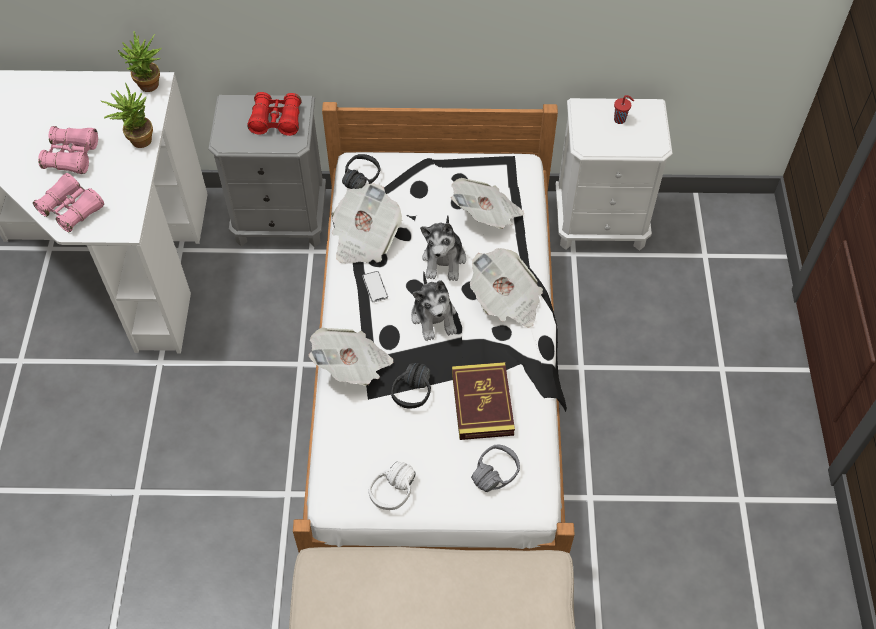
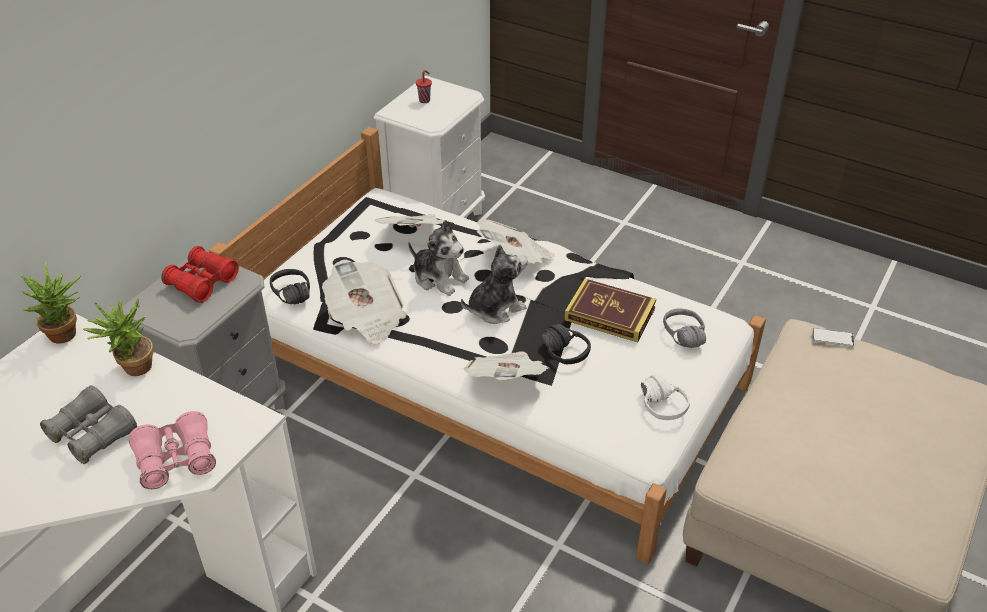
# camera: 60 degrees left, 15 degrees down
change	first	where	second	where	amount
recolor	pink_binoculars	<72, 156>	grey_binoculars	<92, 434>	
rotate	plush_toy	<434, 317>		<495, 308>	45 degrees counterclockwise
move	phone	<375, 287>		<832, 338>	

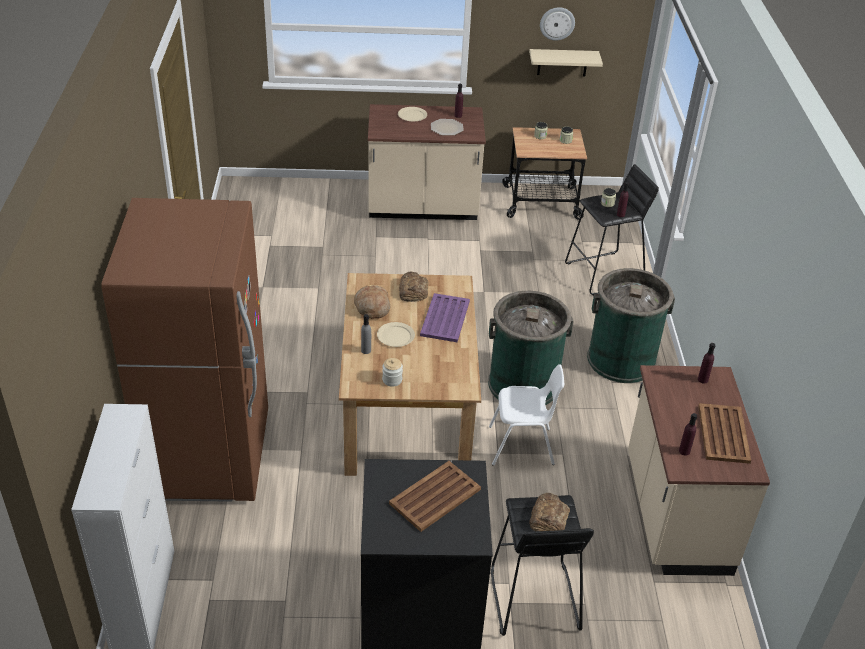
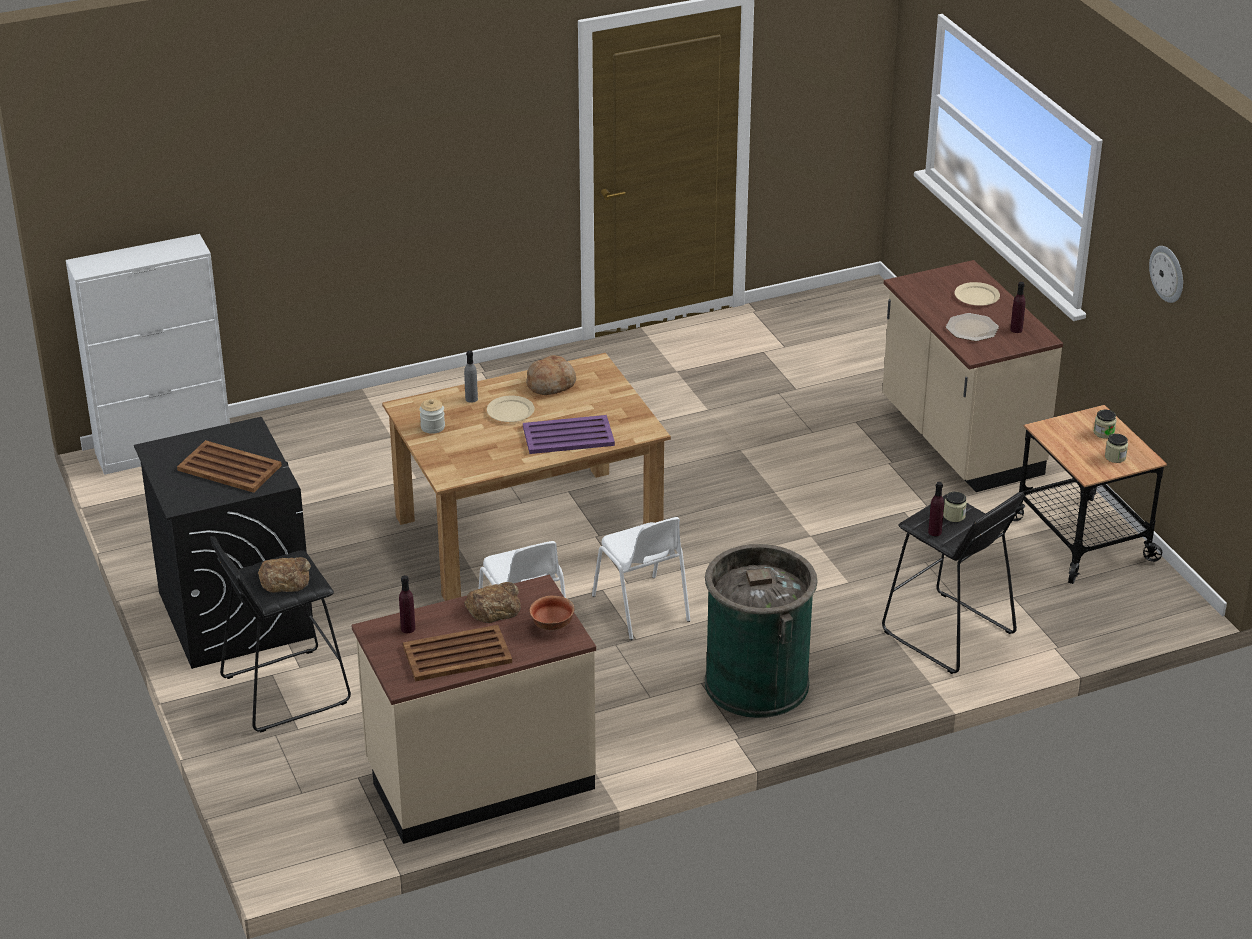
# camera: 70 degrees right, 5 degrees down
change	first	where	second	where	amount
move	bread	<413, 290>		<494, 607>	
replace	purple_bottle	<702, 379>	bowl	<552, 626>	
replace	green_trash_can	<523, 384>	white_chair	<641, 609>	
delete	brown_fridge	<209, 456>			
delete	beige_shelf	<562, 62>			

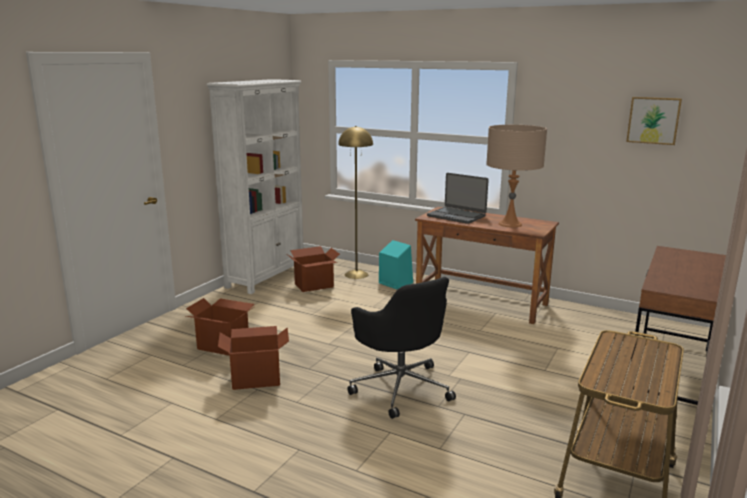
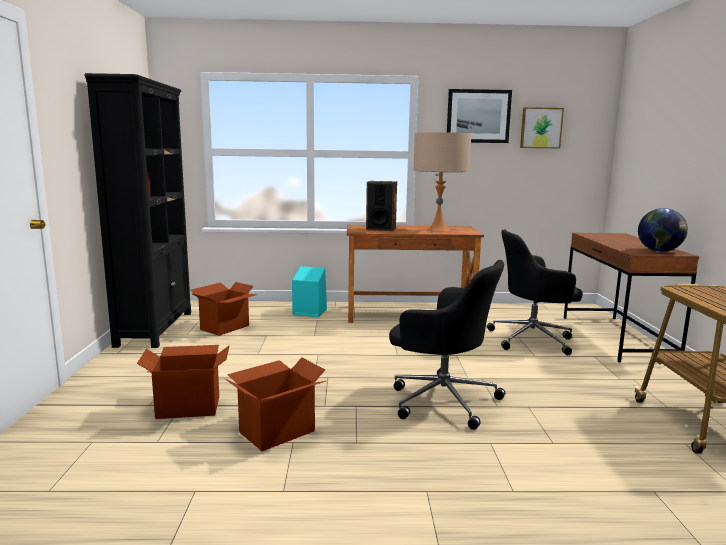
# camera: 30 degrees left, 5 degrees down
change	first	where	second	where	amount
recolor	white_bookcase	<266, 277>	black_bookcase	<155, 328>	
replace	laptop	<456, 216>	speaker	<381, 229>	
insert			picture	<478, 116>	
insert			black_office_chair	<533, 339>	
insert			globe	<659, 251>	
delete	yellow_floor_lamp	<356, 274>			

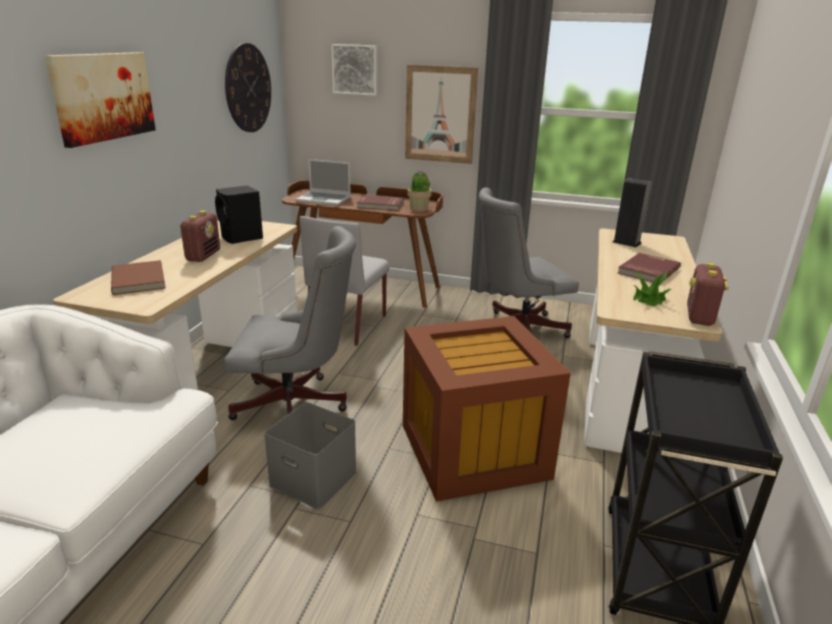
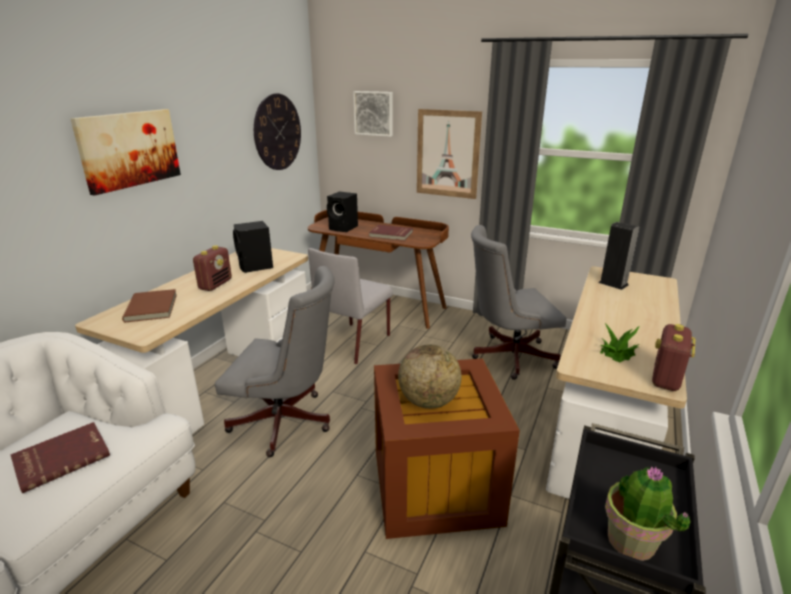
# camera: 10 degrees right, 0 degrees up
change	first	where	second	where	amount
move	red_book	<647, 270>		<61, 457>	
replace	laptop	<325, 200>	black_speaker	<344, 228>	
insert			globe	<428, 402>	
move	potted_plant	<419, 209>		<631, 542>	
delete	grey_storage_box	<311, 479>			

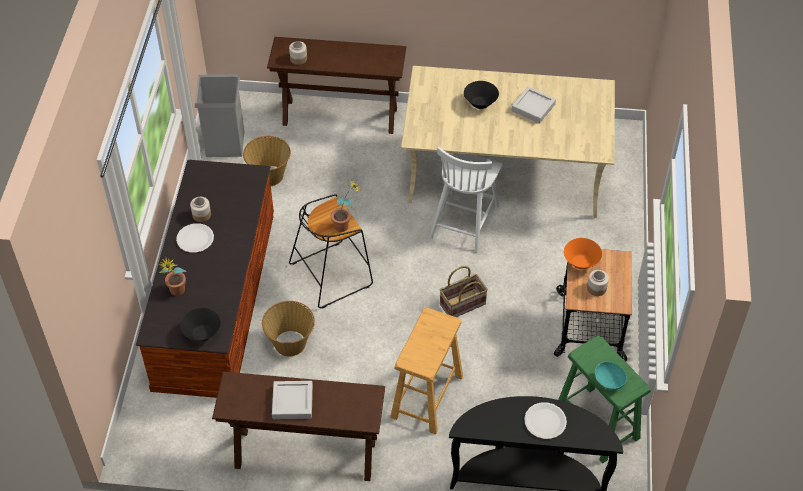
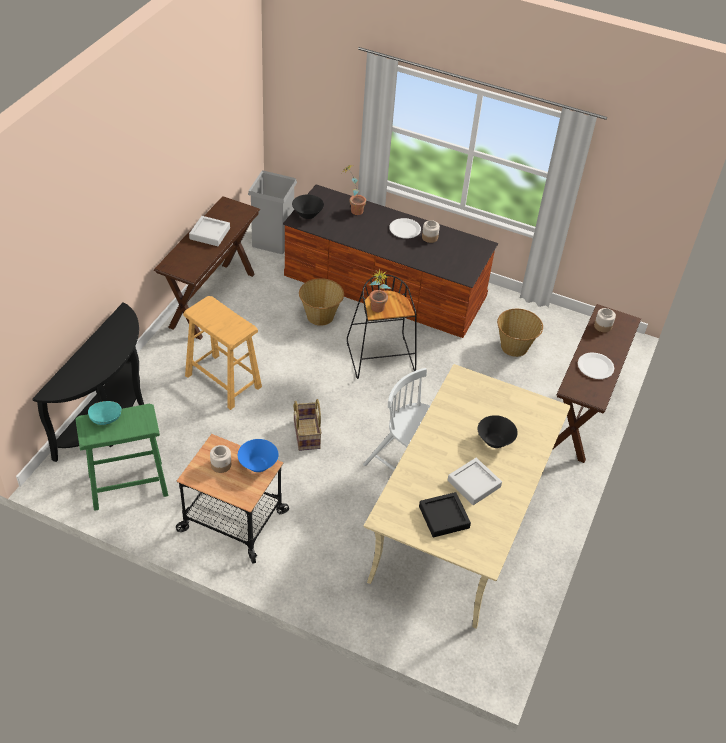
# camera: 105 degrees right, 5 degrees down
change	first	where	second	where	amount
recolor	orange_bowl	<581, 262>	blue_bowl	<258, 465>	
move	grey_trash_can	<224, 143>		<273, 240>	
insert			black_tray	<444, 517>	
move	white_plate	<545, 421>		<595, 367>	

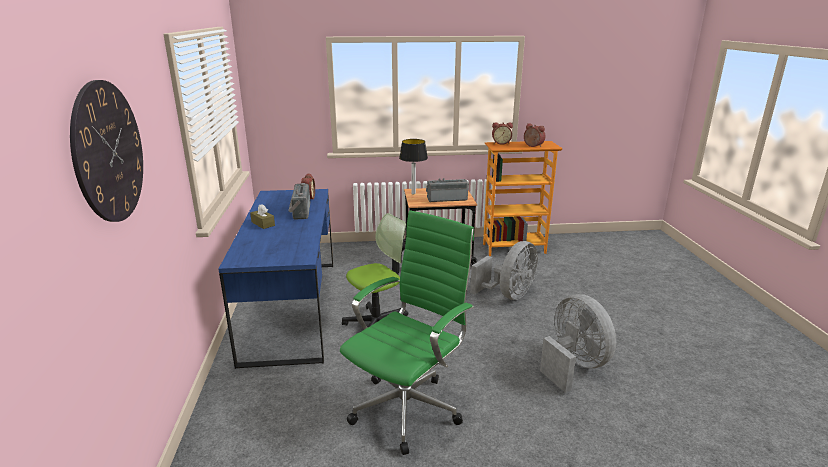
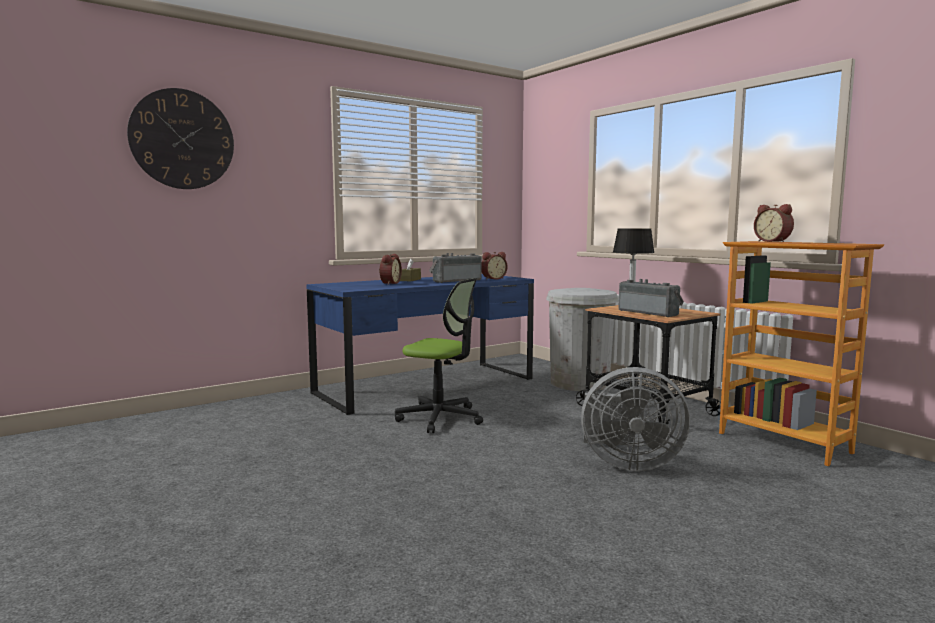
# camera: 60 degrees right, 15 degrees down
change	first	where	second	where	amount
move	alarm_clock	<532, 146>		<389, 283>	
insert			white_trash_can	<579, 383>	
delete	green_office_chair	<409, 407>			
delete	grey_fan	<573, 365>			

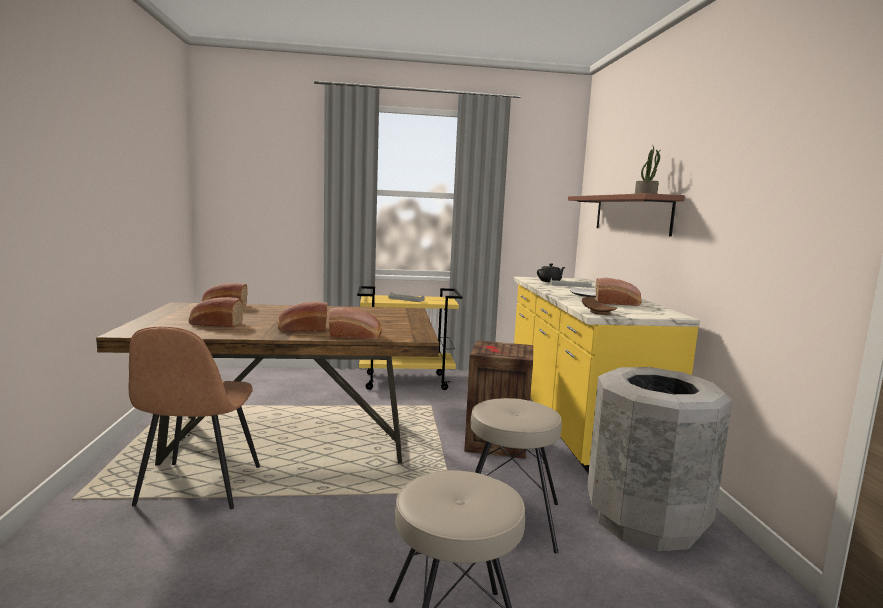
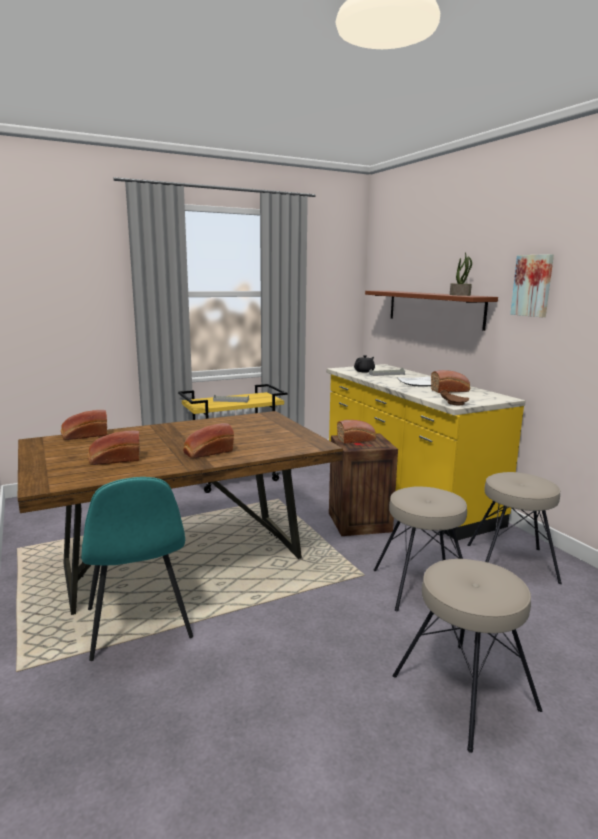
# camera: 20 degrees left, 5 degrees up
change	first	where	second	where	amount
recolor	brown_chair	<198, 487>	turquoise_chair	<138, 625>	
move	bread	<356, 336>		<357, 440>	
replace	grey_trash_can	<645, 520>	beige_stool	<511, 563>	
insert			picture	<533, 285>	

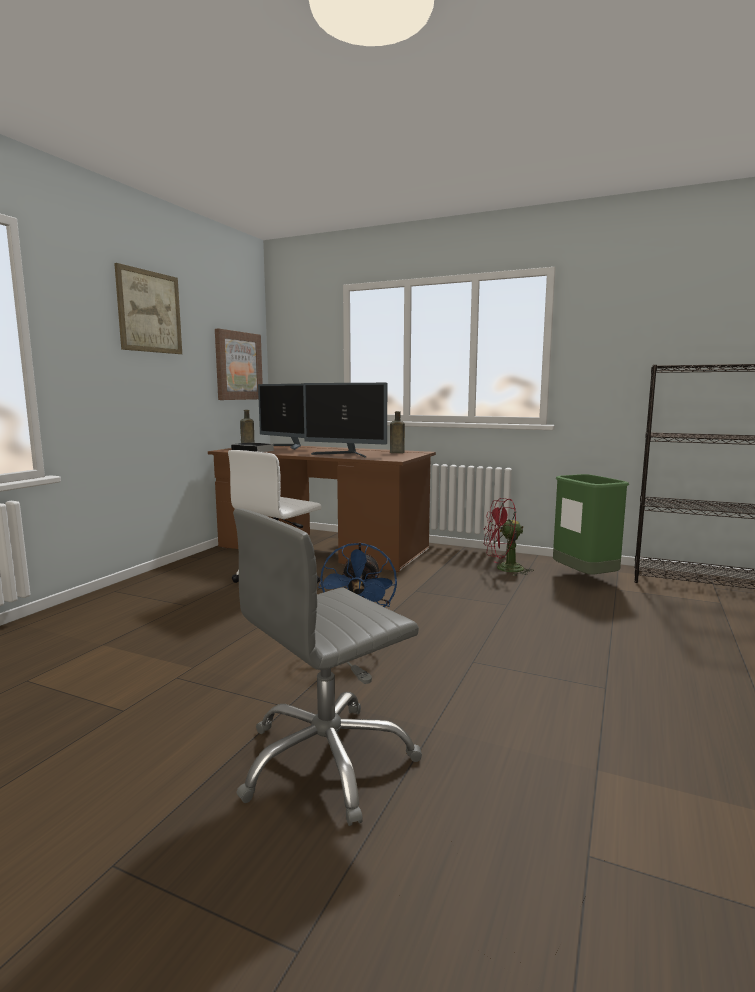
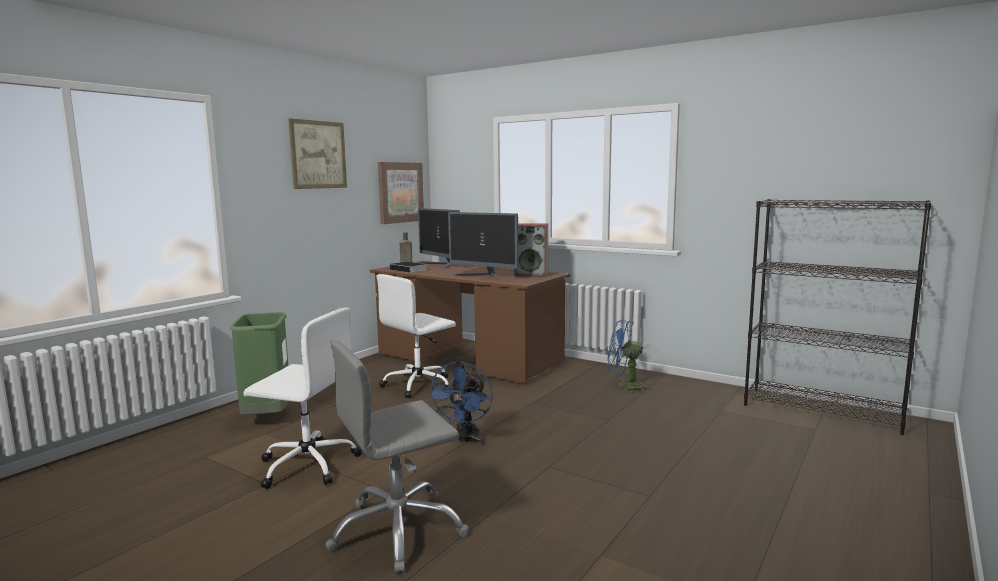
# camera: 10 degrees right, 0 degrees up
change	first	where	second	where	amount
move	green_trash_can	<584, 579>		<267, 417>	
insert			white_office_chair	<307, 464>	
replace	brown_bottle	<396, 452>	speaker	<532, 274>	
recolor	red_fan	<504, 569>	blue_fan	<625, 386>	

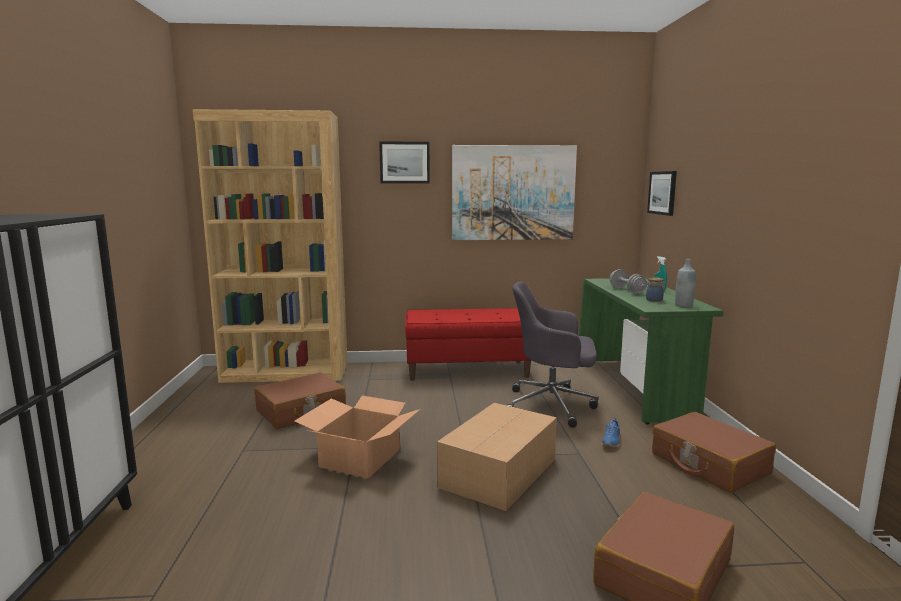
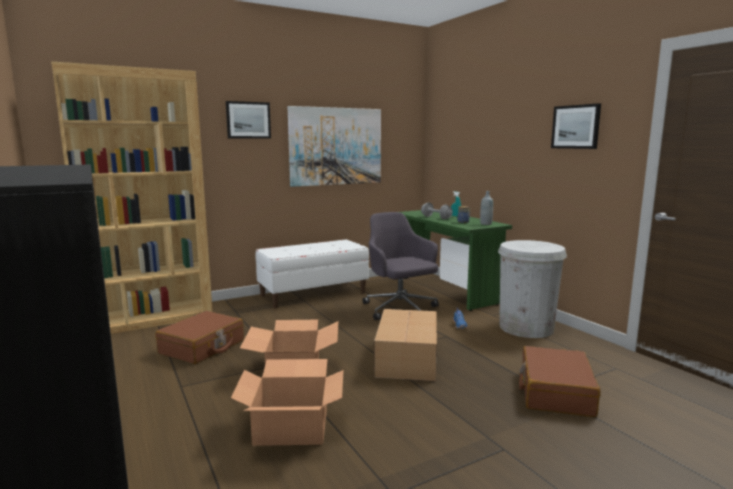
# camera: 25 degrees left, 0 degrees up
change	first	where	second	where	amount
insert			cardboard_box	<291, 426>	
recolor	red_bench	<467, 370>	white_bench	<313, 294>	
rotate	grey_office_chair	<552, 405>		<400, 309>	75 degrees clockwise
replace	brown_suitcase	<709, 464>	white_trash_can	<526, 327>	
move	picture	<662, 193>		<575, 127>	

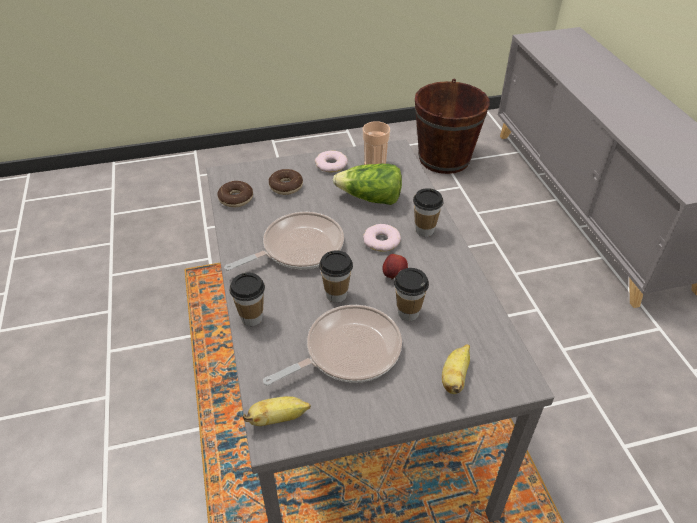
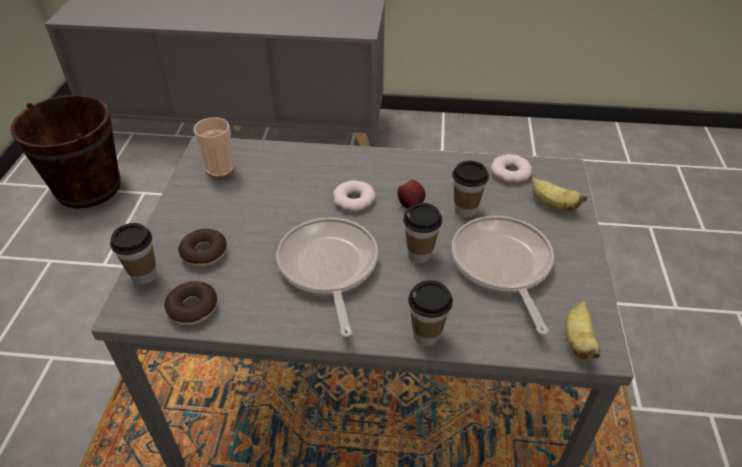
# camera: 70 degrees left, 0 degrees up
change	first	where	second	where	amount
move	cup	<424, 230>		<144, 275>	
move	donut	<331, 165>		<510, 172>	
delete	lettuce	<370, 198>			

